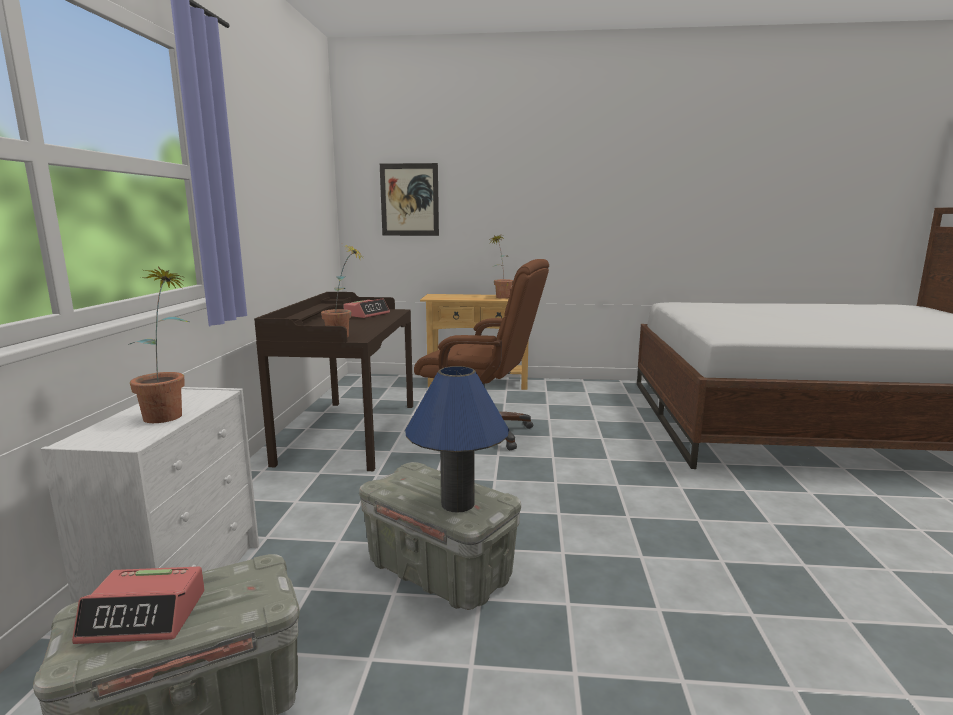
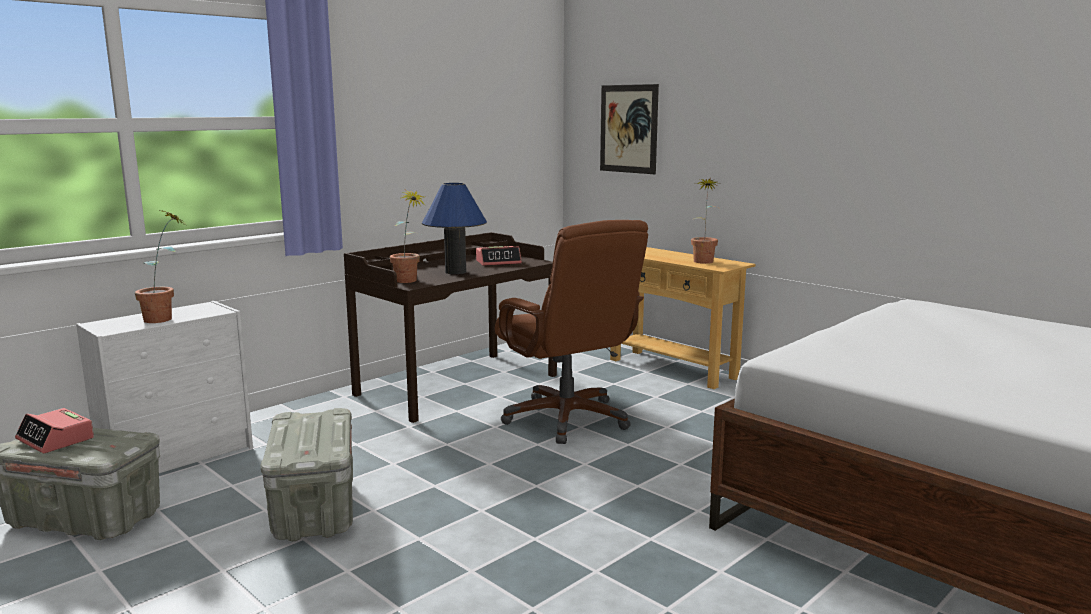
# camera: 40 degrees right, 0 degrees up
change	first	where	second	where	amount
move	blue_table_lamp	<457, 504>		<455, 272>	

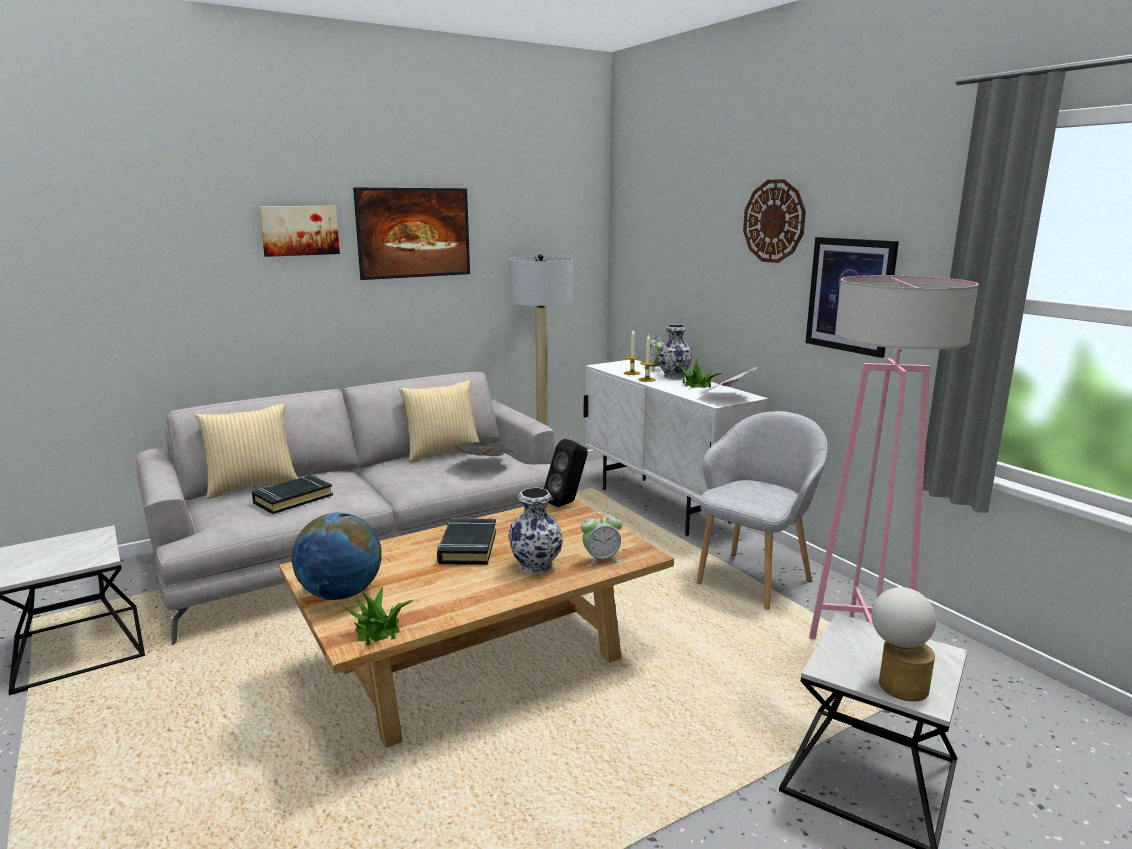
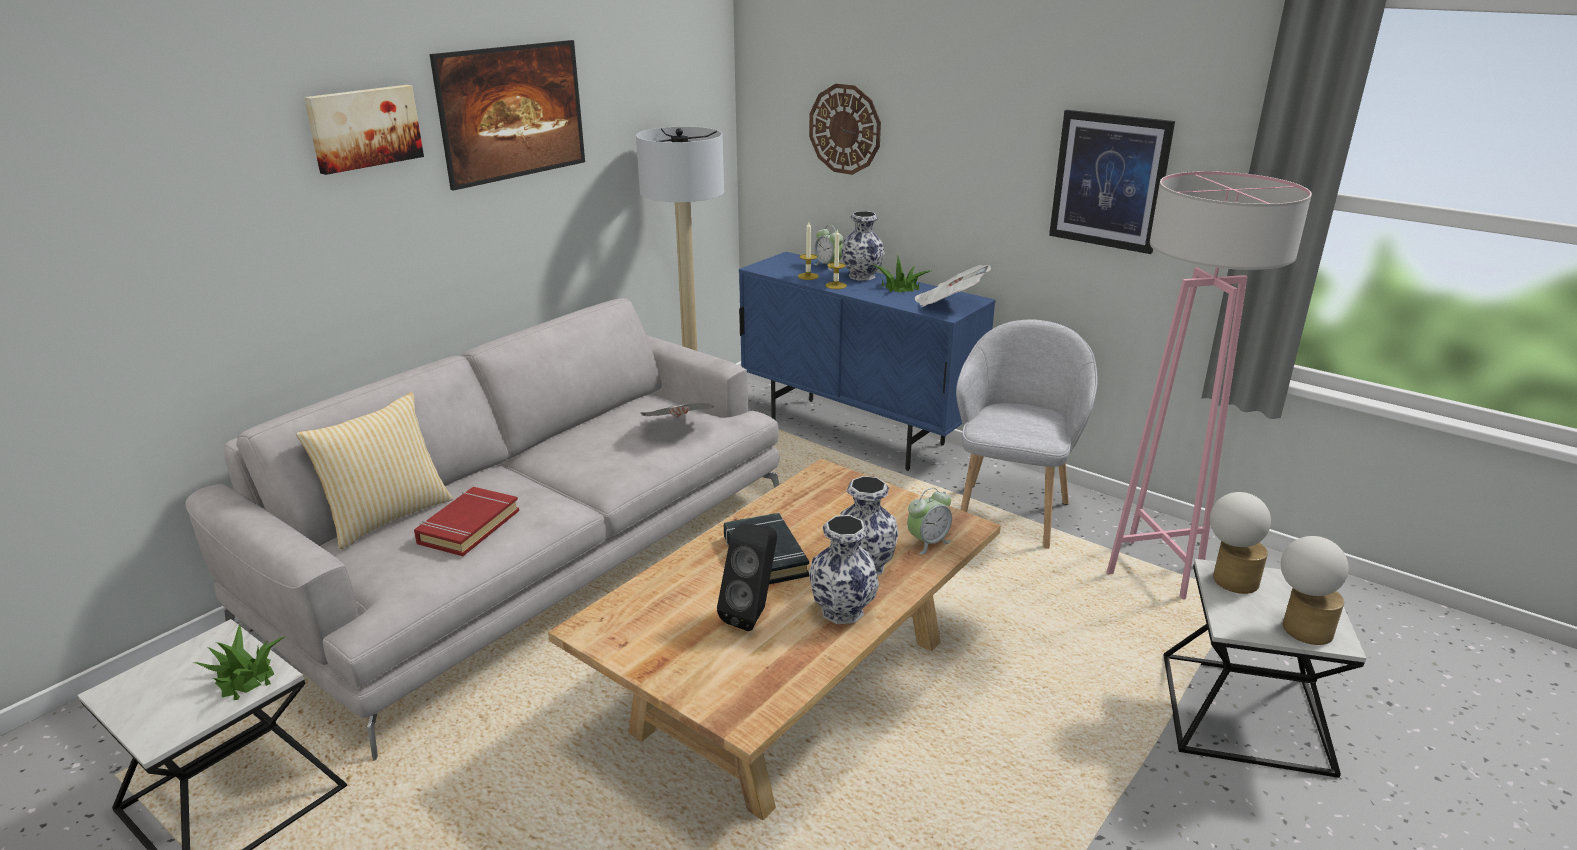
# camera: 20 degrees left, 10 degrees up
change	first	where	second	where	amount
move	potted_plant	<377, 629>		<244, 677>	
recolor	black_book	<293, 499>	red_book	<468, 527>	
move	black_speaker	<567, 503>		<753, 615>	
recolor	white_cabinet	<664, 505>	blue_cabinet	<856, 433>	
move	wall_clock	<774, 221>		<845, 129>	
insert			vase	<841, 611>	
insert			table_lamp	<1228, 578>	
delete	globe	<341, 594>			
delete	pillow	<442, 453>			

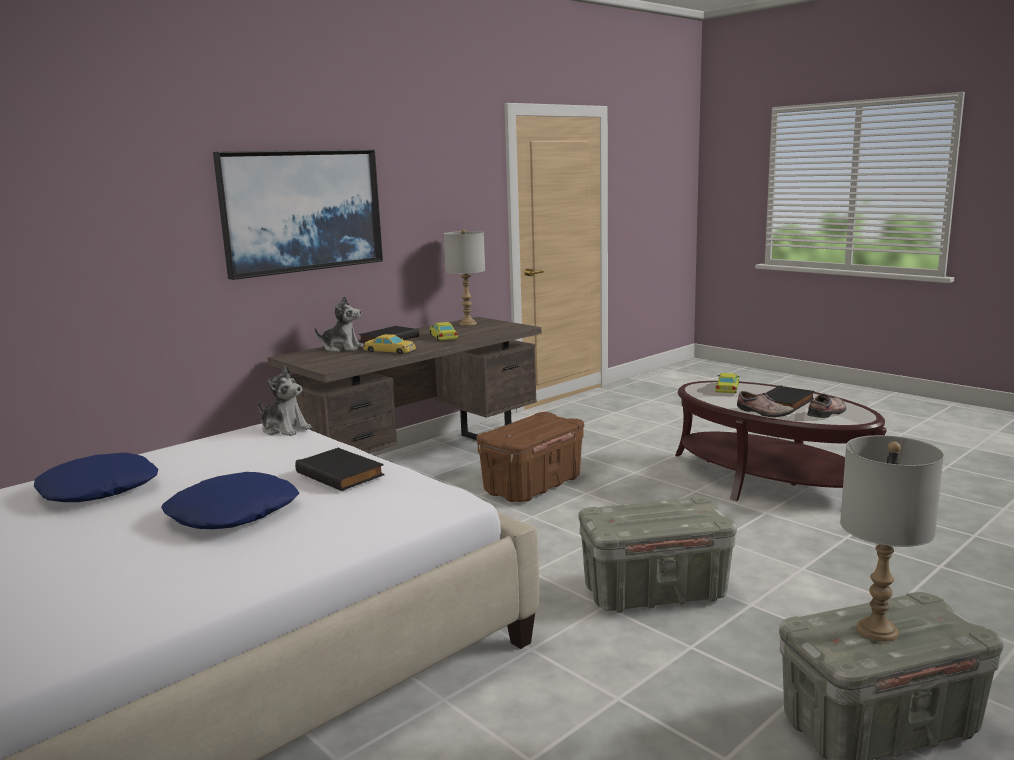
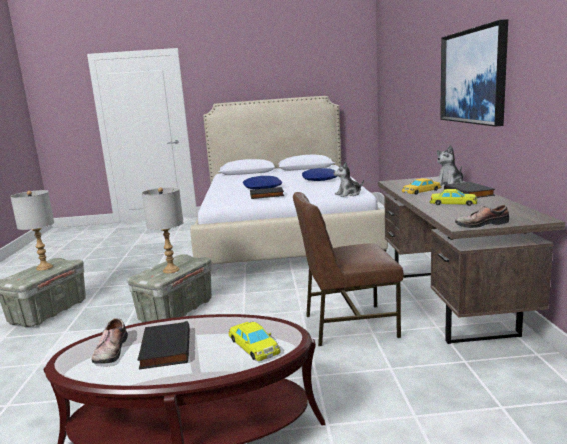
# camera: 130 degrees right, 0 degrees up
change	first	where	second	where	amount
move	grey_table_lamp	<468, 323>		<171, 270>	
replace	brown_storage_box	<532, 486>	brown_chair	<348, 325>	
move	shoe	<763, 413>		<480, 224>	

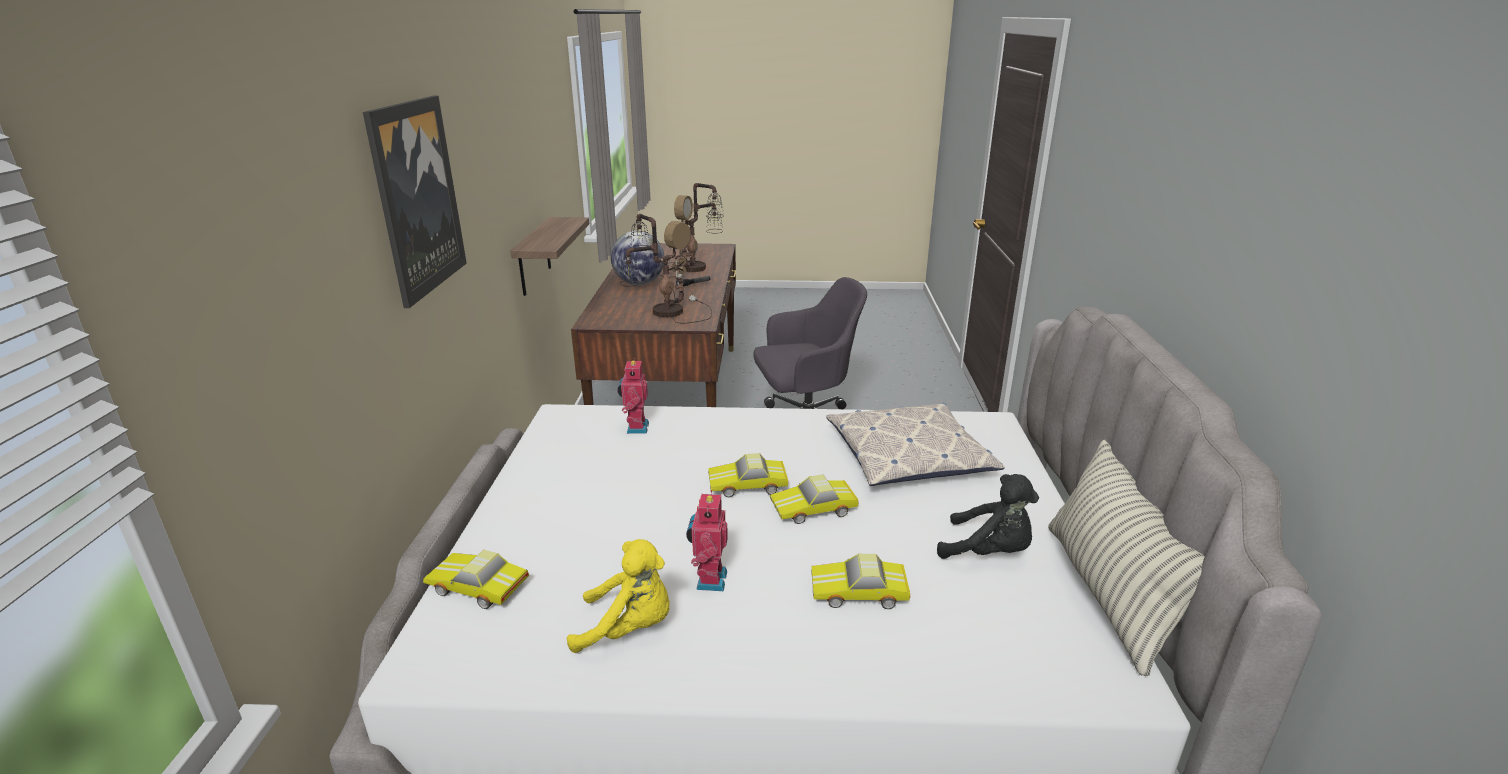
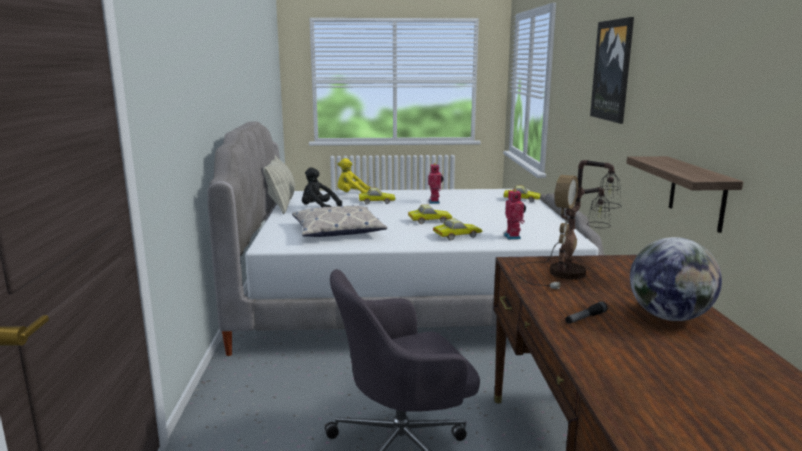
# camera: 175 degrees right, 10 degrees down
change	first	where	second	where	amount
move	yellow_plush_toy	<629, 628>		<352, 195>	
move	toy_car	<815, 509>		<456, 235>	
delete	table_lamp	<694, 268>			

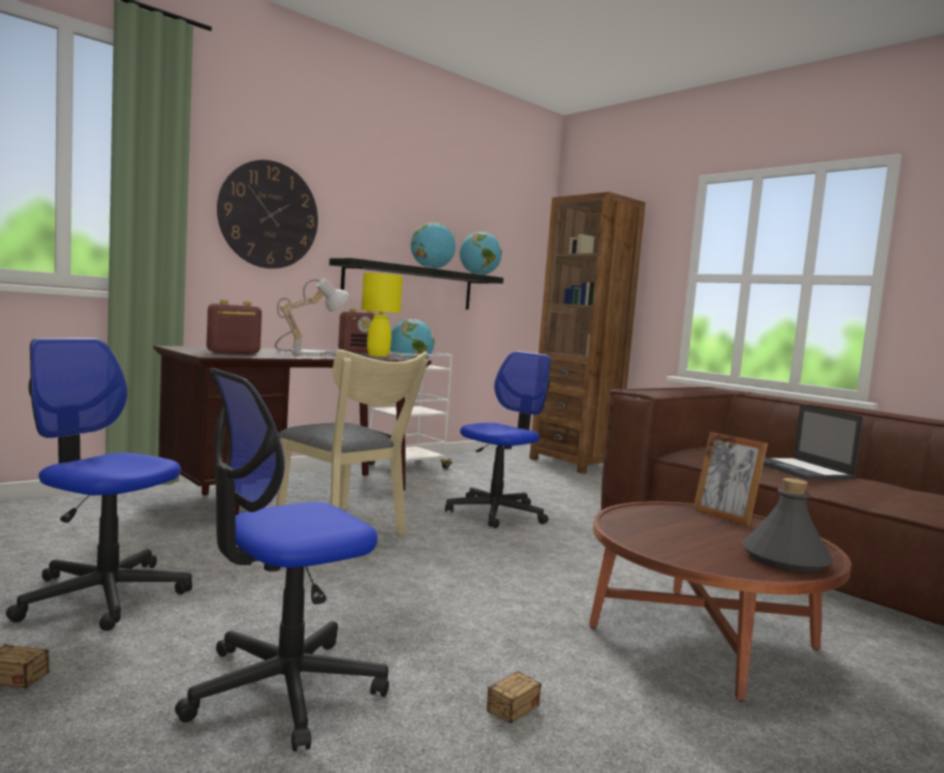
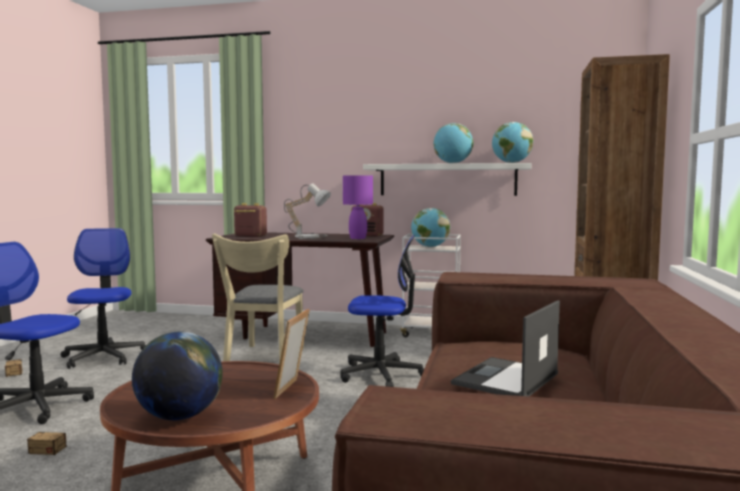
# camera: 55 degrees right, 0 degrees up
change	first	where	second	where	amount
replace	grey_bottle	<784, 560>	globe	<179, 417>	
recolor	yellow_table_lamp	<377, 355>	purple_table_lamp	<357, 238>	
recolor	black_shelf	<410, 286>	white_shelf	<447, 180>	
delete	wall_clock	<269, 215>			

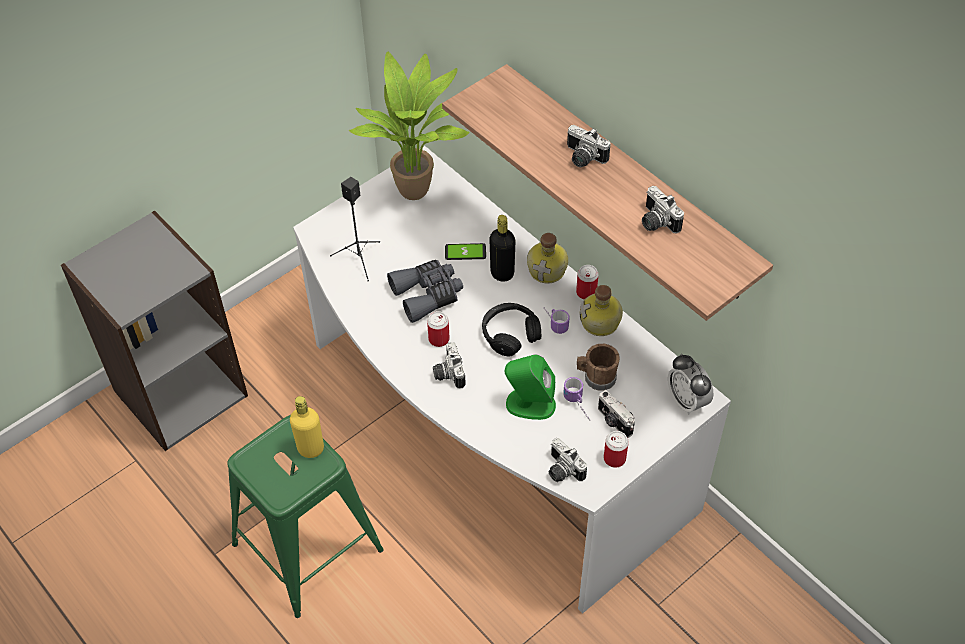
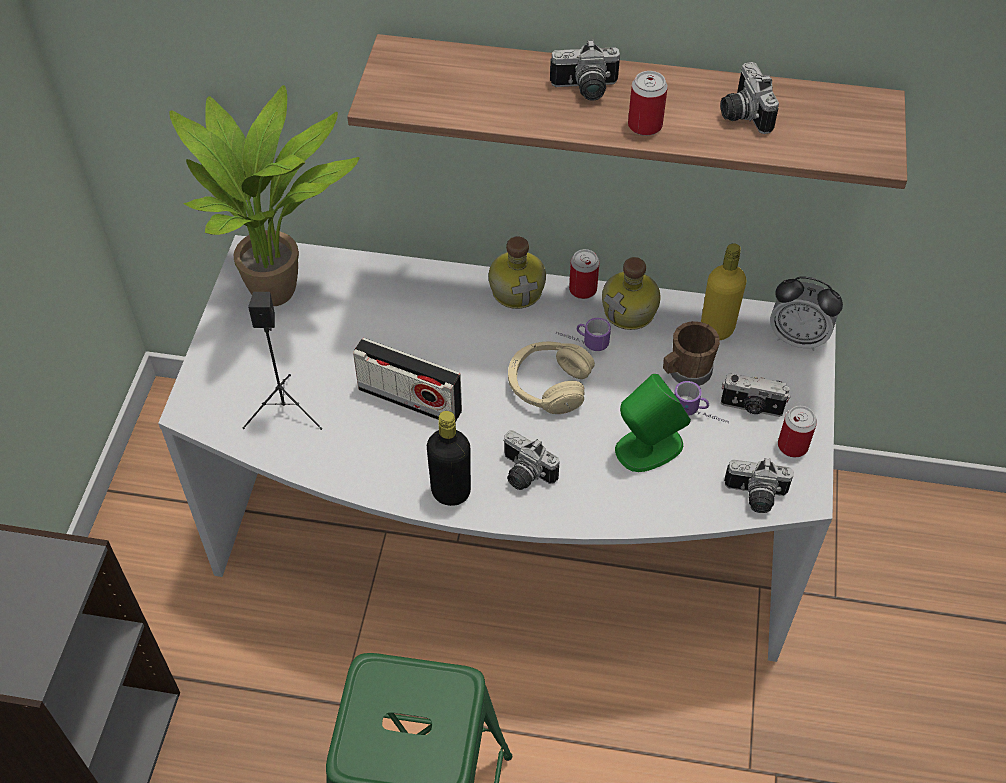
# camera: 40 degrees left, 0 degrees up
change	first	where	second	where	amount
replace	grey_binoculars	<427, 294>	radio	<410, 400>	
move	black_bottle	<502, 273>		<451, 492>	
recolor	black_headphones	<510, 334>	beige_headphones	<548, 385>	
move	can	<439, 339>		<645, 125>	
move	yellow_bottle	<310, 448>		<717, 329>	
rotate	photo_camera	<655, 222>		<742, 114>	60 degrees clockwise
delete	phone	<465, 252>			

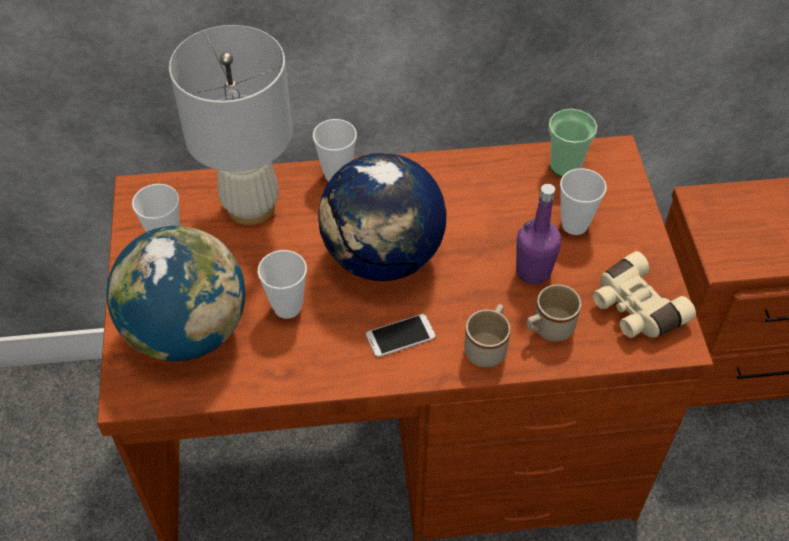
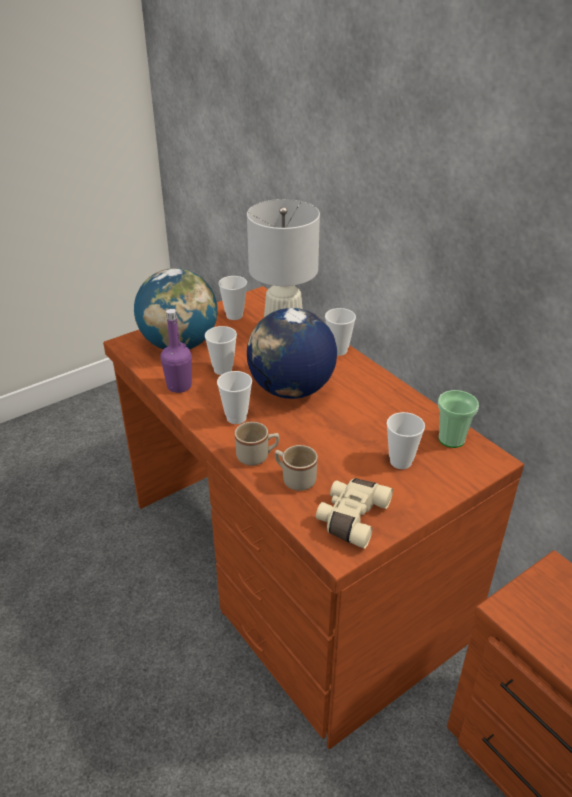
# camera: 60 degrees right, 15 degrees down
change	first	where	second	where	amount
move	purple_bottle	<533, 272>		<179, 386>	
replace	phone	<400, 336>	cup	<236, 418>	

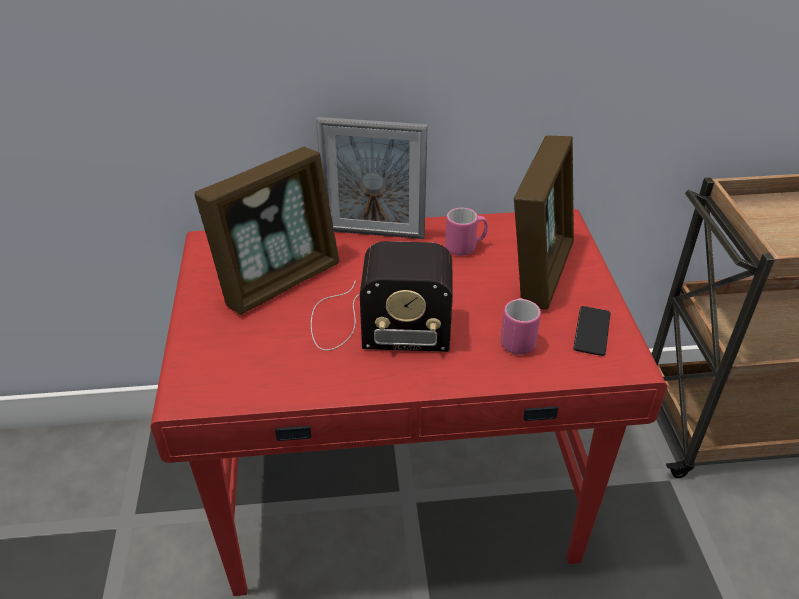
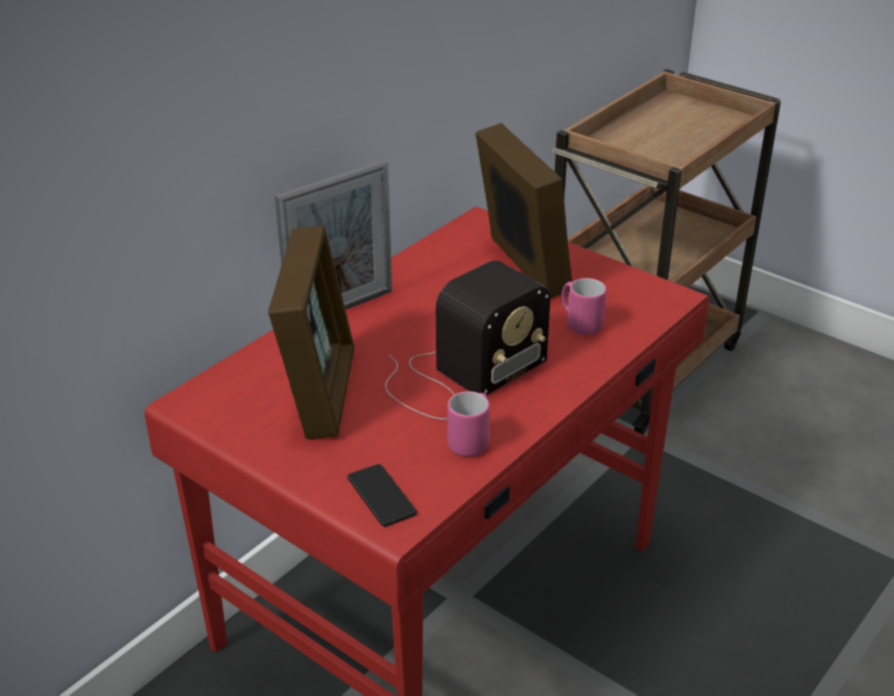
# camera: 45 degrees left, 5 degrees down
change	first	where	second	where	amount
move	phone	<592, 331>		<381, 496>	
move	pink_mug	<466, 247>		<472, 441>	

